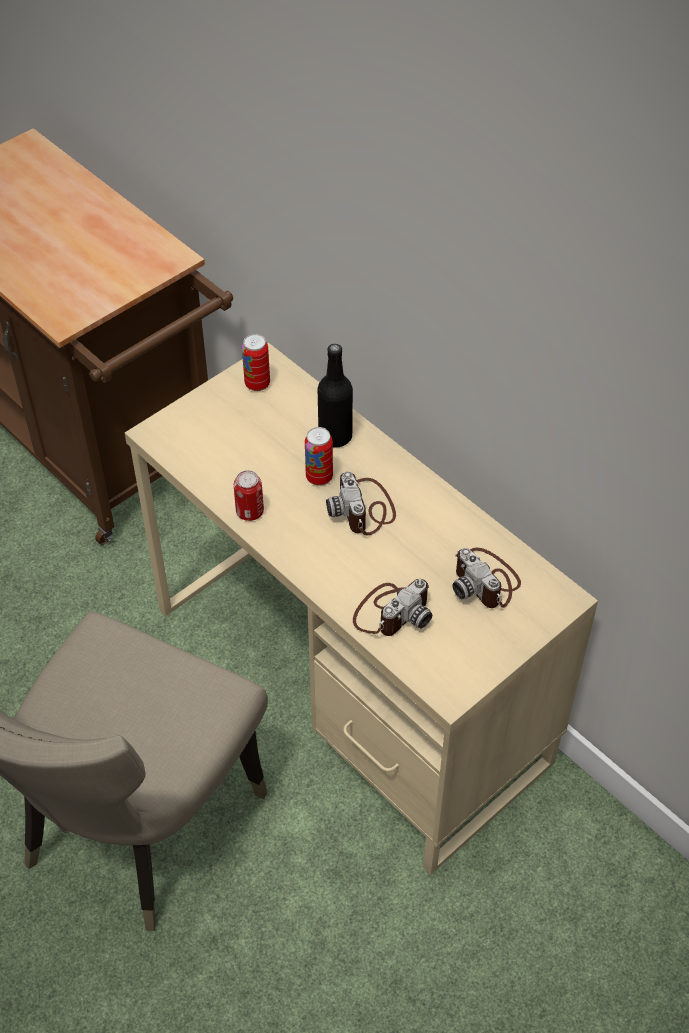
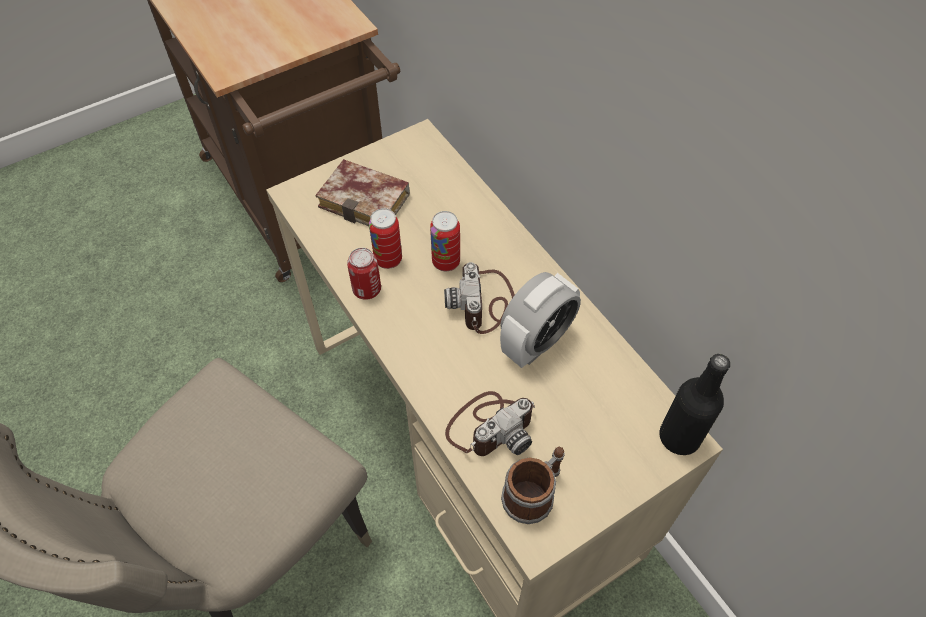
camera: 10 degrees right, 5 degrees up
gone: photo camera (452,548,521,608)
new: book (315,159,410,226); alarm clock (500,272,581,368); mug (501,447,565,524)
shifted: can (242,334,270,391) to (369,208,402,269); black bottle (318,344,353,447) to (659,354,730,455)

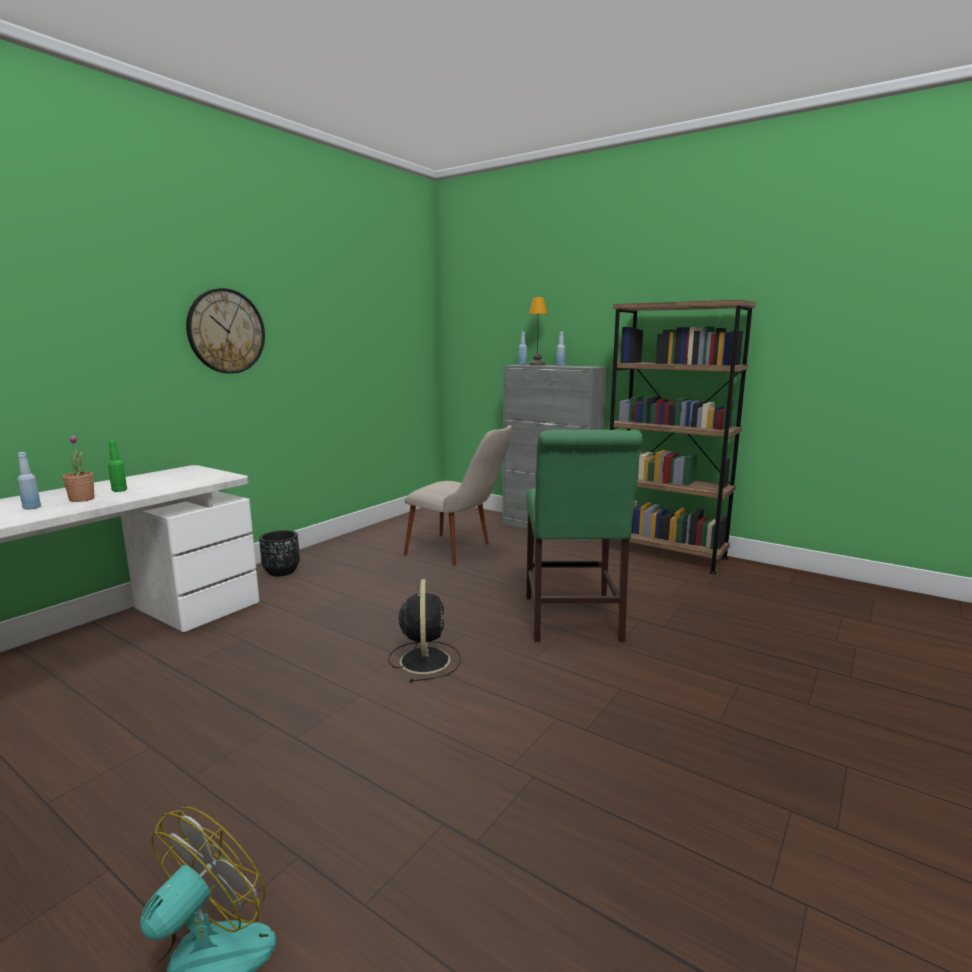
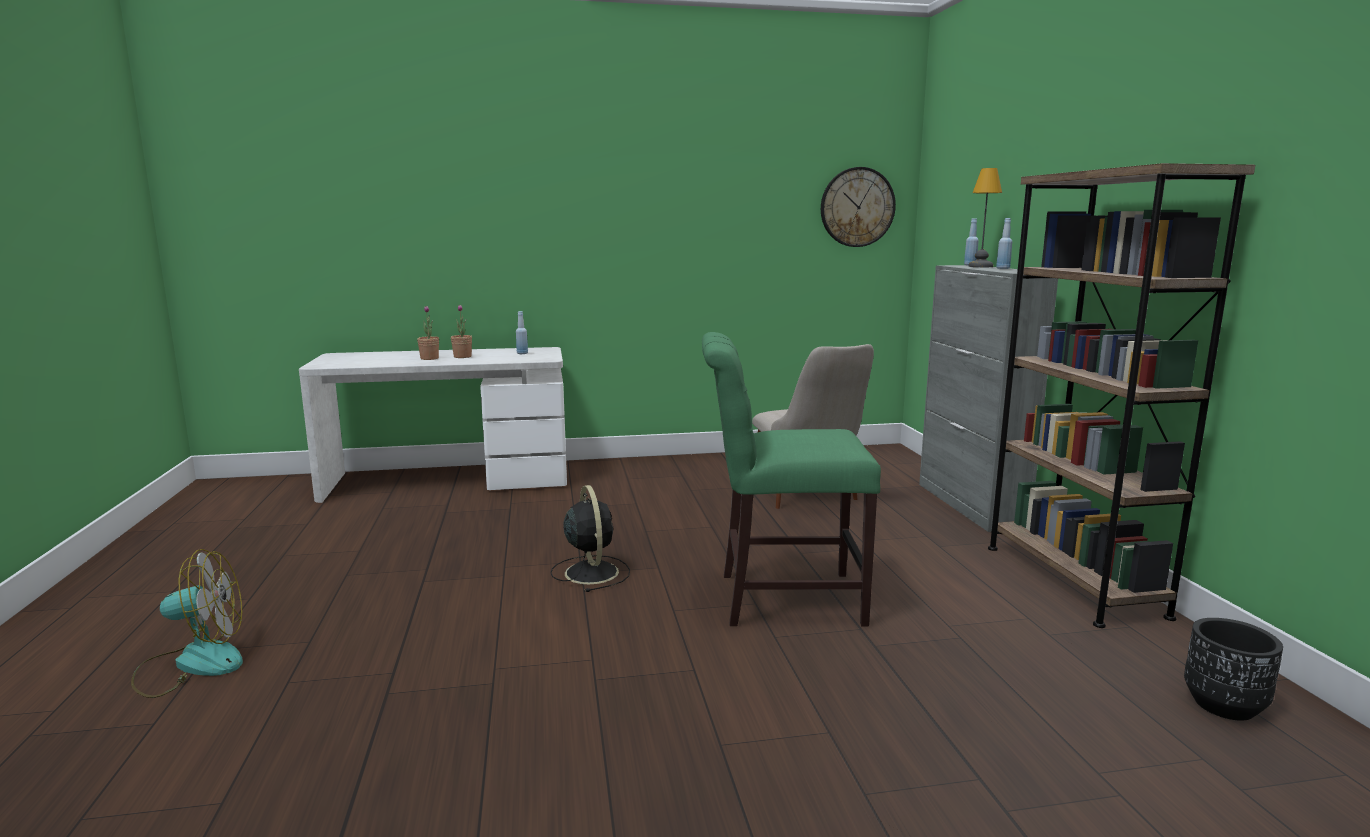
camera: 45 degrees right, 0 degrees up
shifted: blue bottle (17,452,41,510) to (516,311,528,354); wall clock (186,288,265,374) to (821,167,896,247); black planter (259,530,300,576) to (1184,618,1283,721)
swapped: green bottle (108,440,127,492) to potted plant (451,305,472,358)
rotated: black fan (388,579,460,682) = (550,485,630,592) 60 degrees counterclockwise; green chair (526,429,642,642) = (702,332,881,627) 45 degrees clockwise

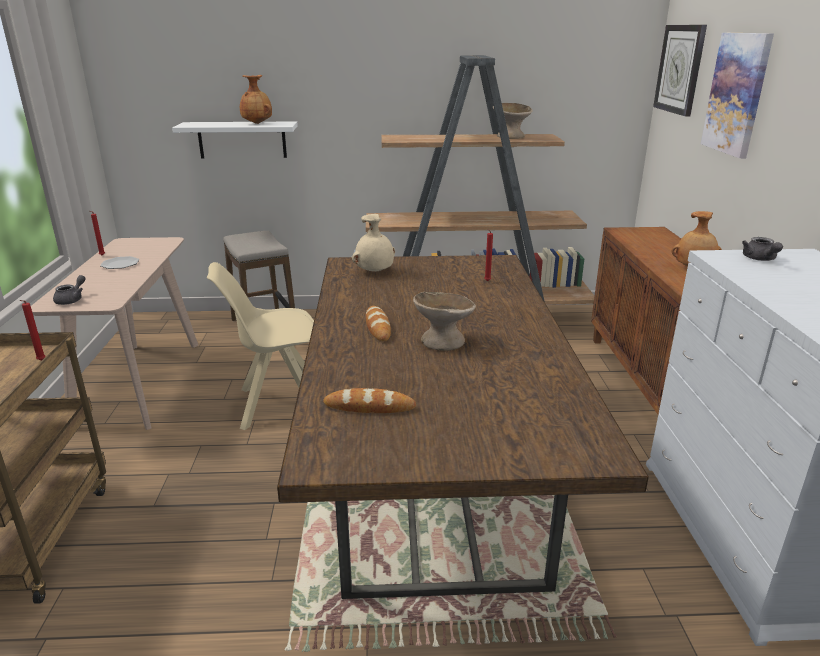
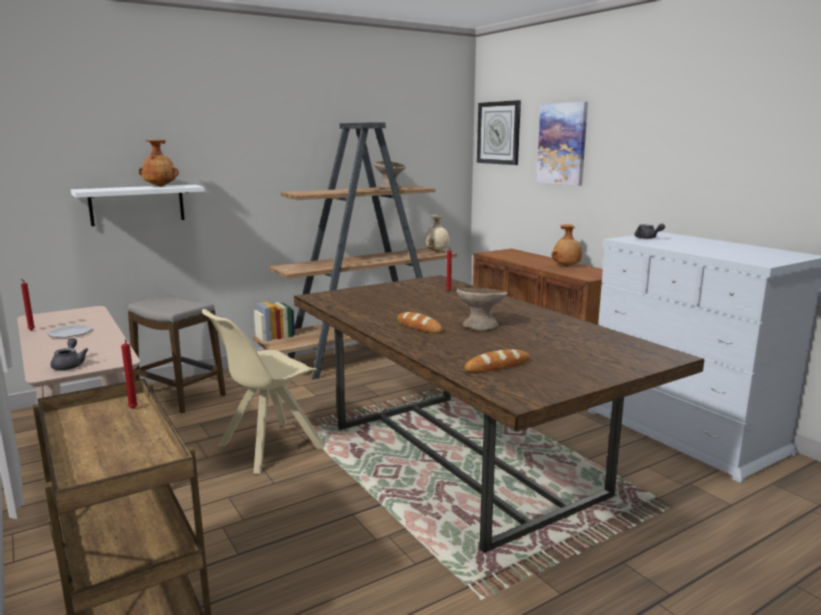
camera: 30 degrees left, 10 degrees down
shifted: beige vase (352,214,395,272) to (425,215,450,252)

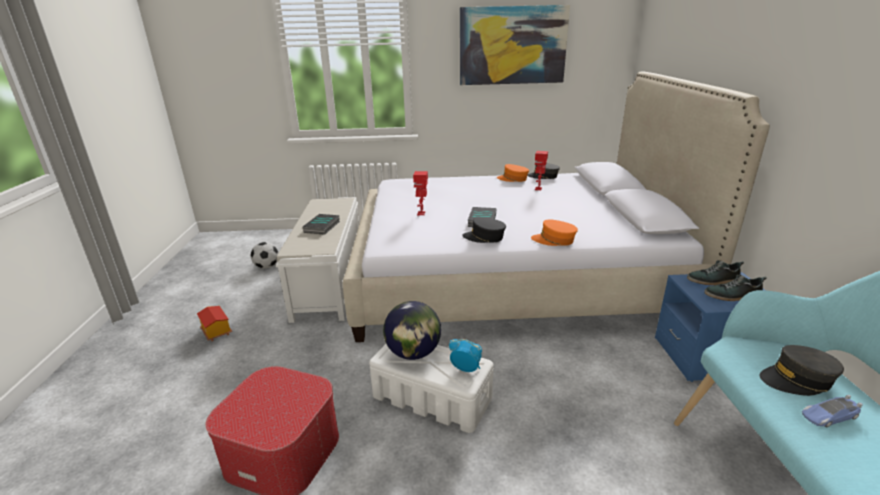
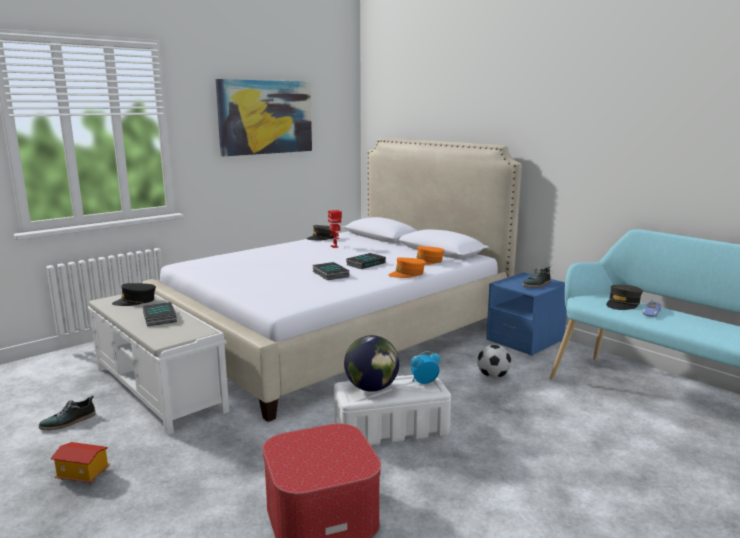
camera: 40 degrees left, 10 degrees down
gone: toy robot (413,171,428,215)
new: book (347,253,386,269)
shifted: football (251,242,279,269) to (477,345,511,378); black cap (462,217,506,243) to (112,283,156,306); orange cap (497,164,529,182) to (417,246,445,265); shoe (687,260,744,285) to (39,395,96,430)

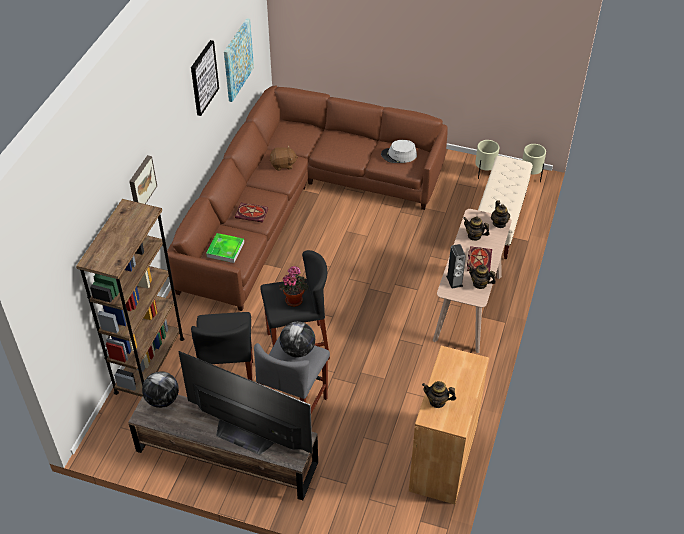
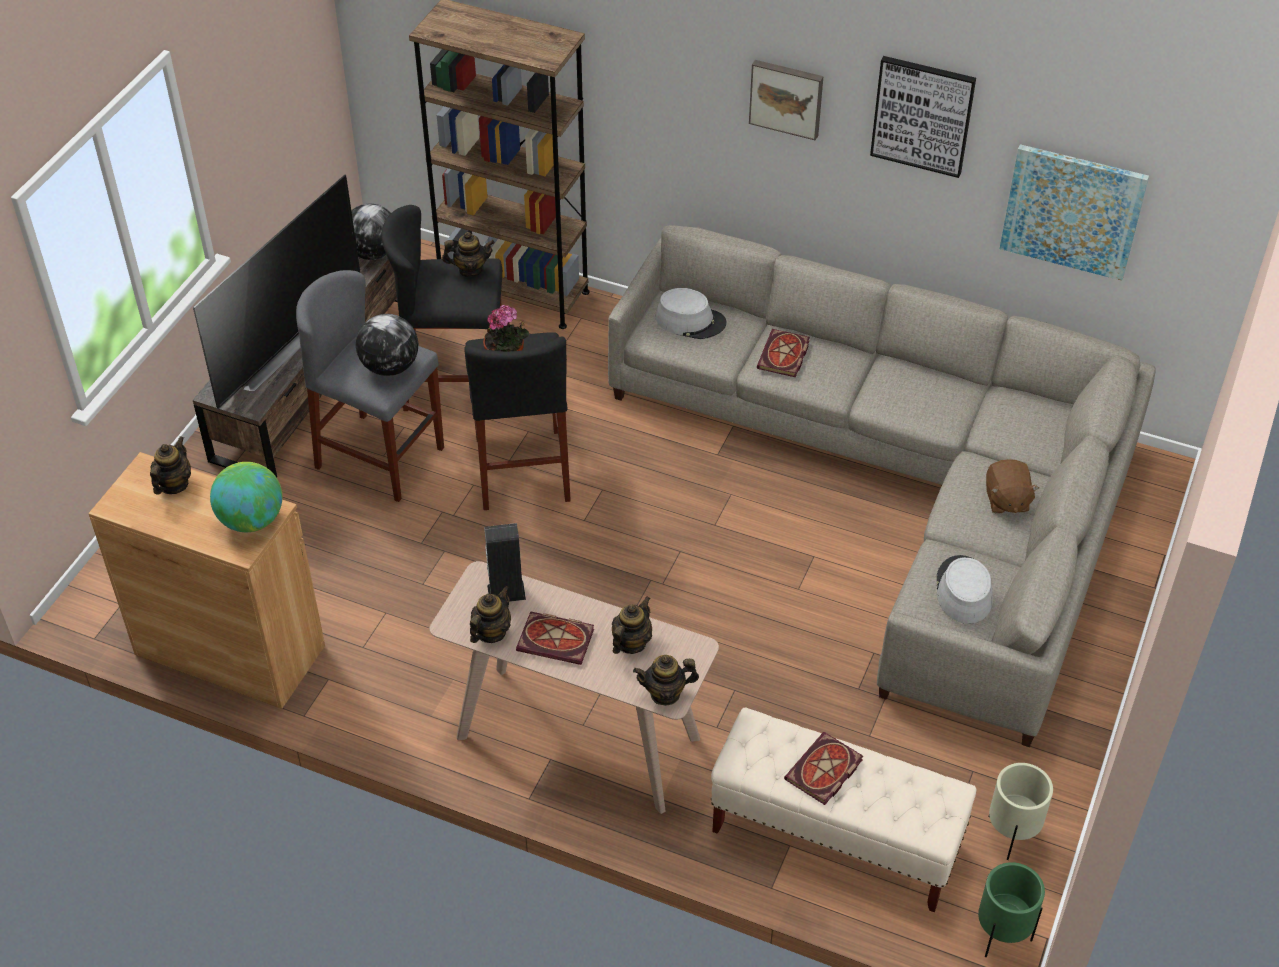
camera: 95 degrees right, 0 degrees up
new: globe (210,462,282,532); teapot (442,232,495,277); book (784,732,863,805)
shifted: picture (129,155,157,204) to (749,60,824,141); brown plush toy (270,145,298,171) to (986,459,1039,514)
swapped: tray (206,233,244,263) to grey hat (656,288,727,339)
repainted: brown sofa (167,86,448,311) to grey sofa (608,225,1156,747); beige planter (522,144,546,182) to green planter (978,862,1045,957)

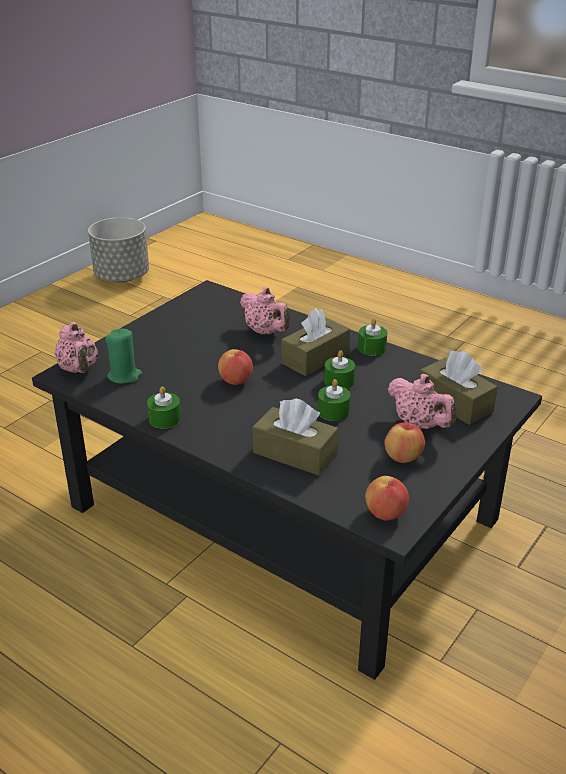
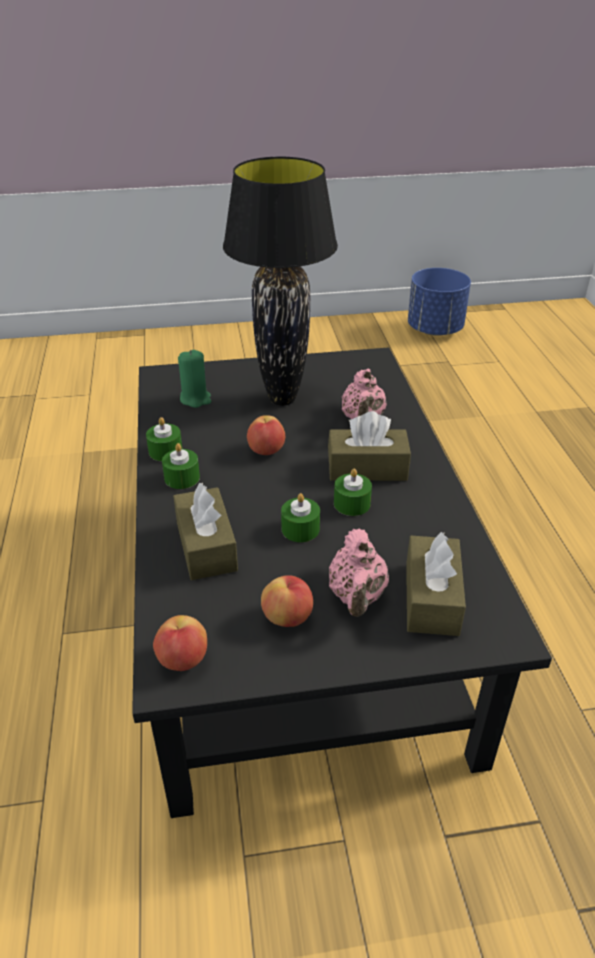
camera: 45 degrees right, 5 degrees up
gone: pink teapot (54,322,98,373)
new: black table lamp (223,157,338,406)
shifted: green candle (358,318,387,356) to (162,443,200,489)
repainted: grey planter (88,217,149,283) to blue planter (408,268,471,336)

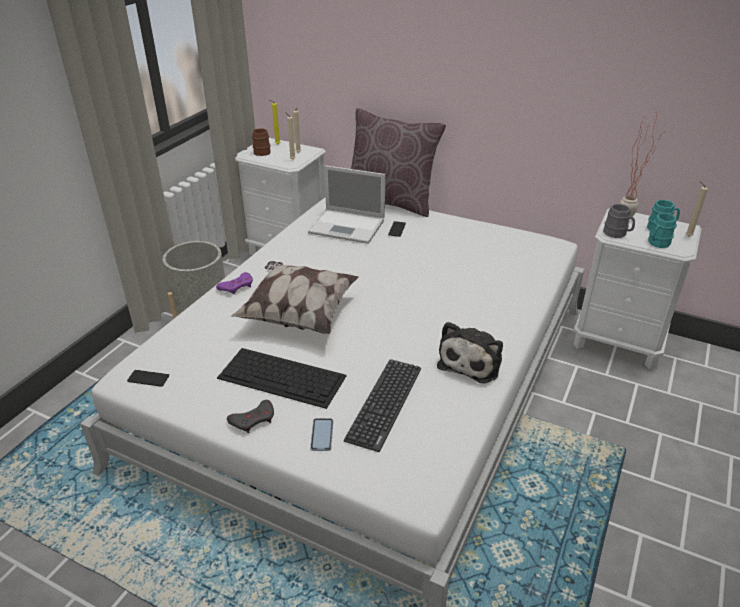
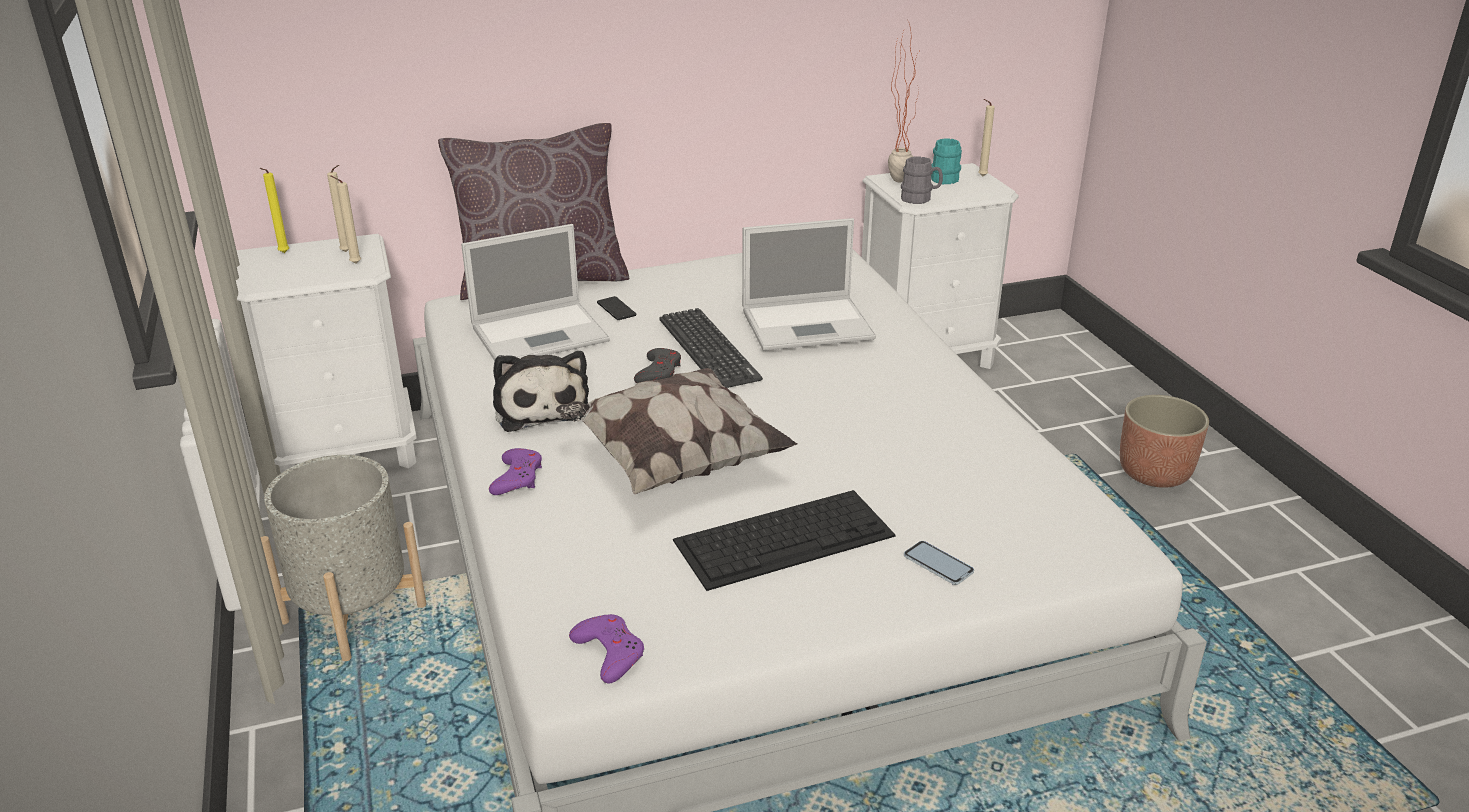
camera: 45 degrees left, 5 degrees down
gone: brown mug (252,128,271,156); turquoise mug (648,213,677,248)
new: laptop (742,218,876,351); planter (1120,395,1209,488)
shifted: grey game controller (227,400,274,433) to (634,348,681,383); keyboard (344,359,421,452) to (659,308,763,388); plush toy (437,322,503,384) to (493,351,589,432)
swapped: phone (127,370,169,387) to purple game controller (569,614,644,684)

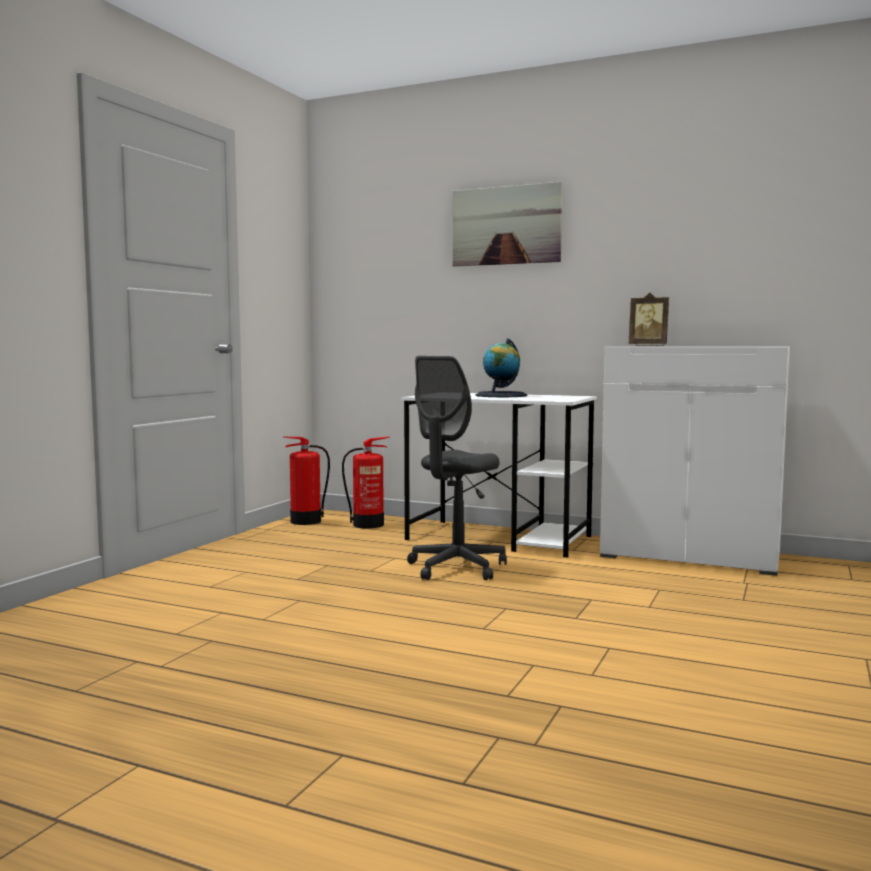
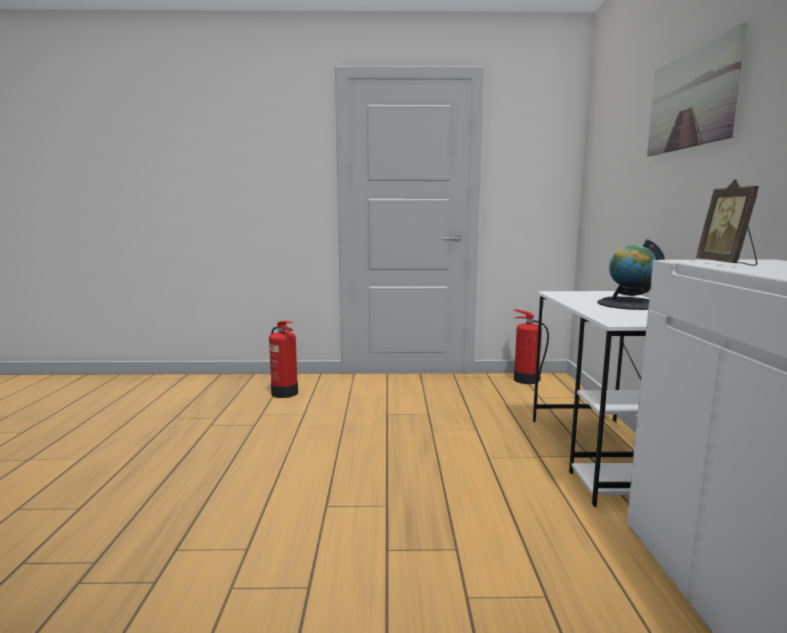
camera: 65 degrees right, 5 degrees up
gone: grey office chair (407,356,507,580)
shifted: fire extinguisher (342,437,390,528) to (269,321,298,398)

